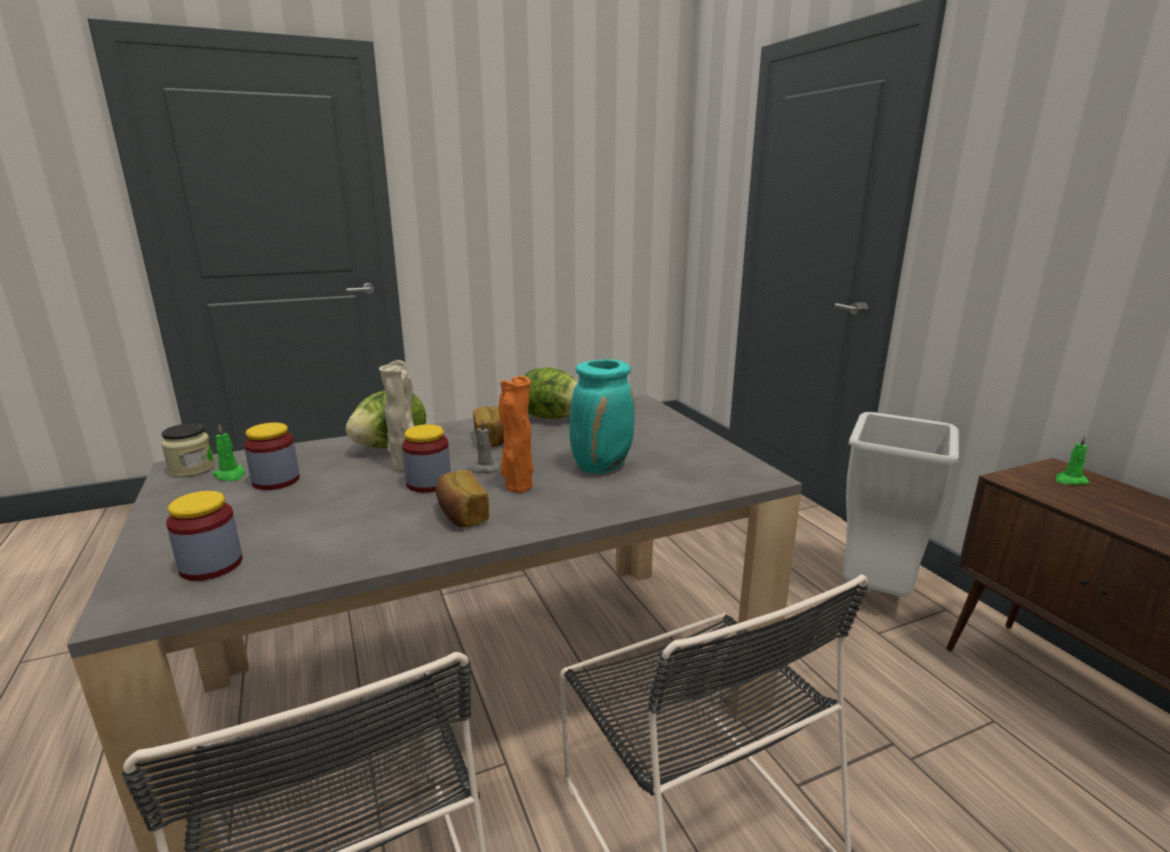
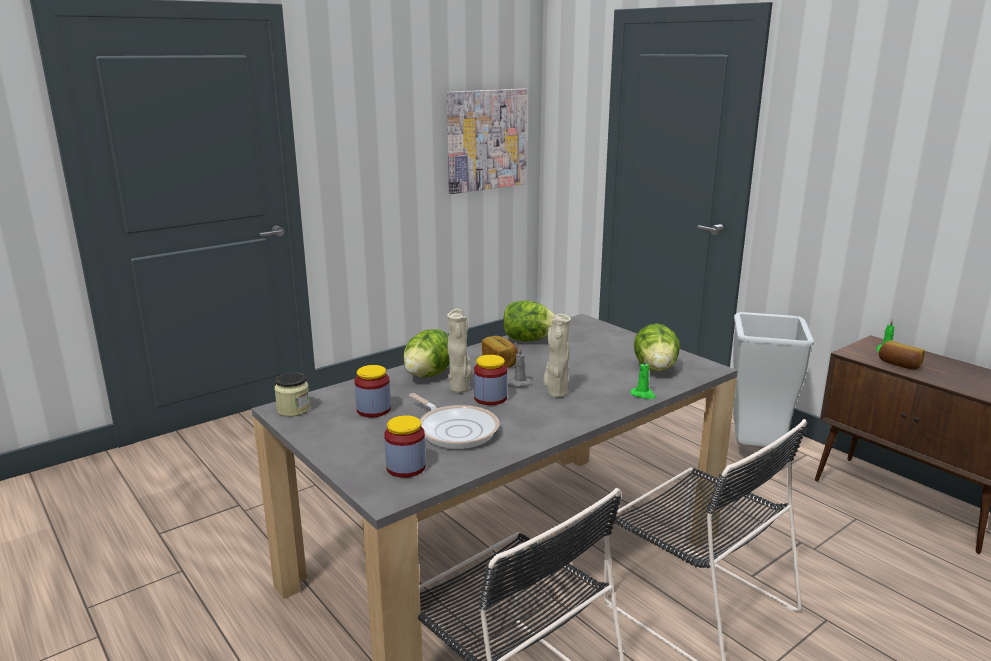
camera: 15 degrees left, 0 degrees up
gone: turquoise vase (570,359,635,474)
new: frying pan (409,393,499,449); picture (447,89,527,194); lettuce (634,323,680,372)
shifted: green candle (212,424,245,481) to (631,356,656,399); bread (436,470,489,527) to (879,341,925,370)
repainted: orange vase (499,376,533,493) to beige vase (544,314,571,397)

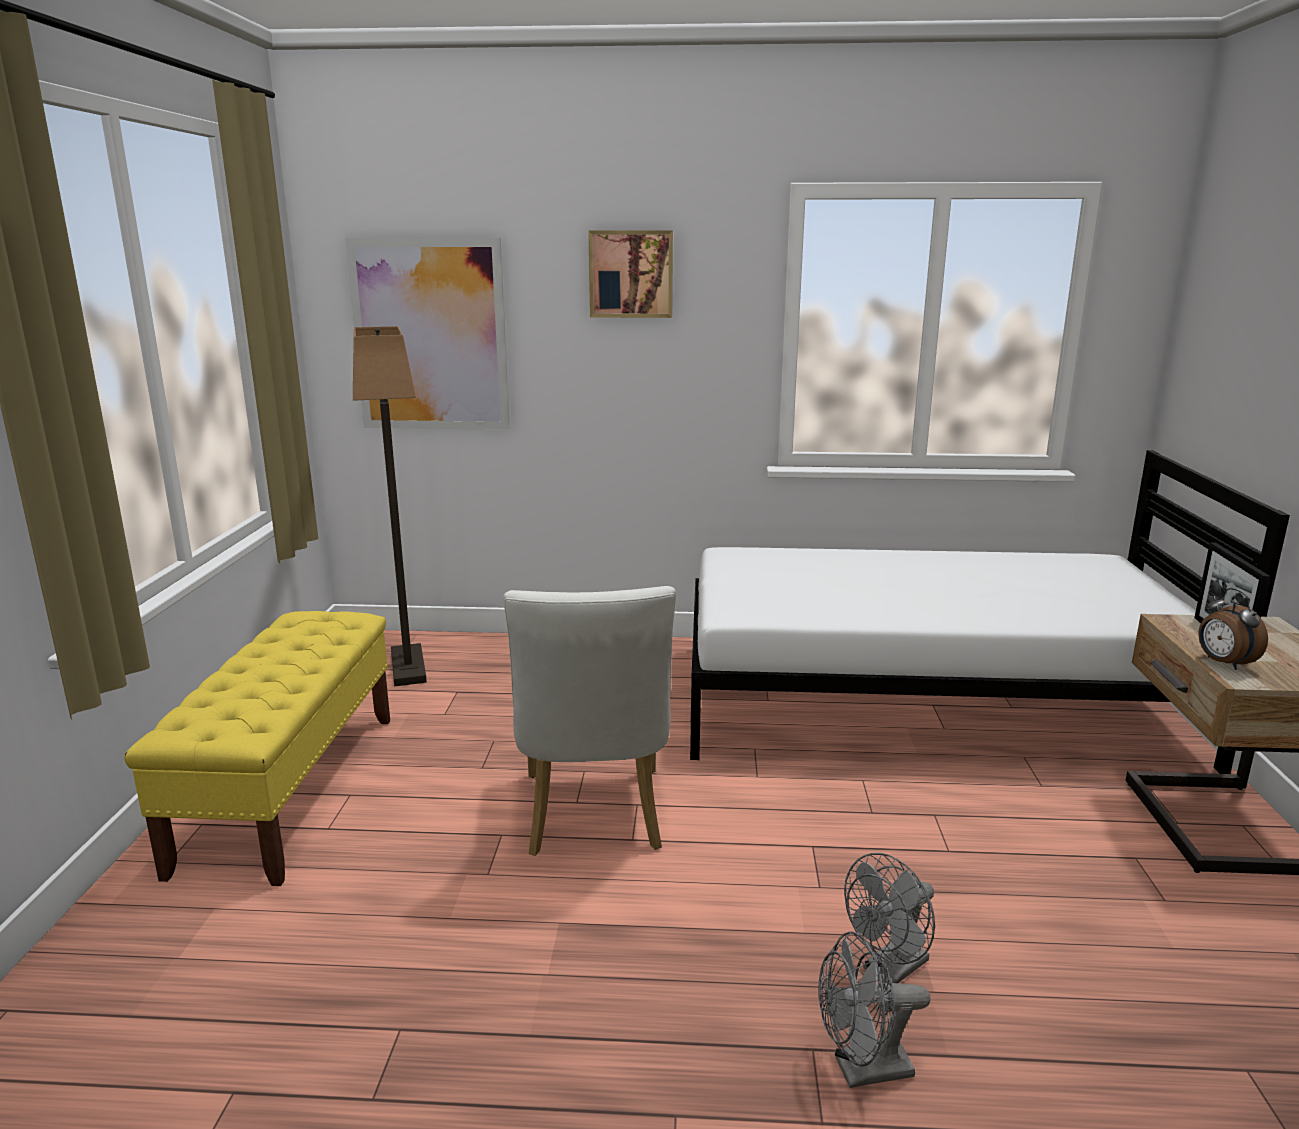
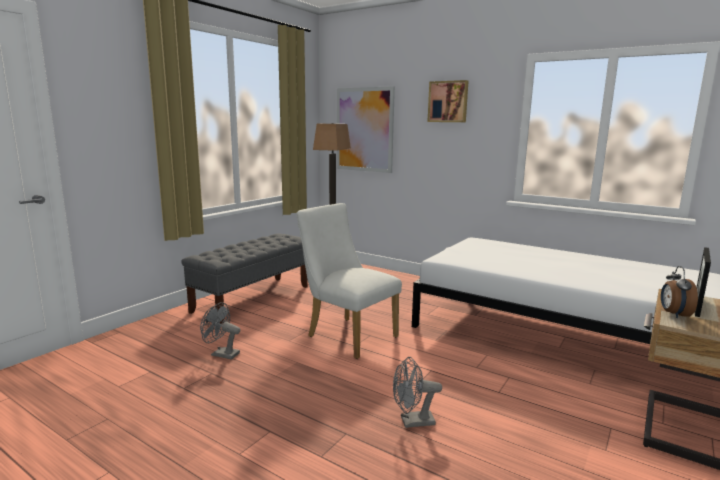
camera: 30 degrees right, 5 degrees down
shifted: grey fan (818,931,930,1088) to (200,302,240,360)
repainted: yellow bench (124,611,390,886) to grey bench (181,233,308,324)
rotated: white chair (503,586,676,856) = (296,203,402,359) 105 degrees clockwise

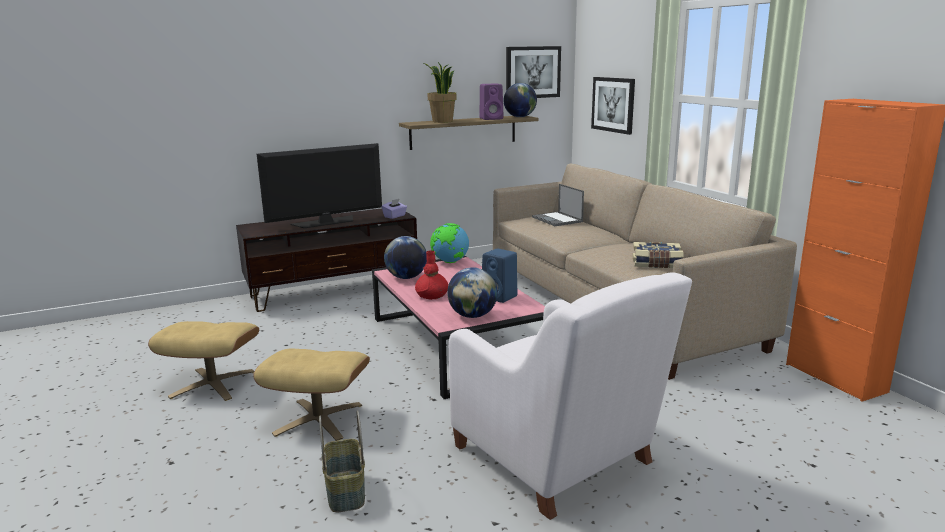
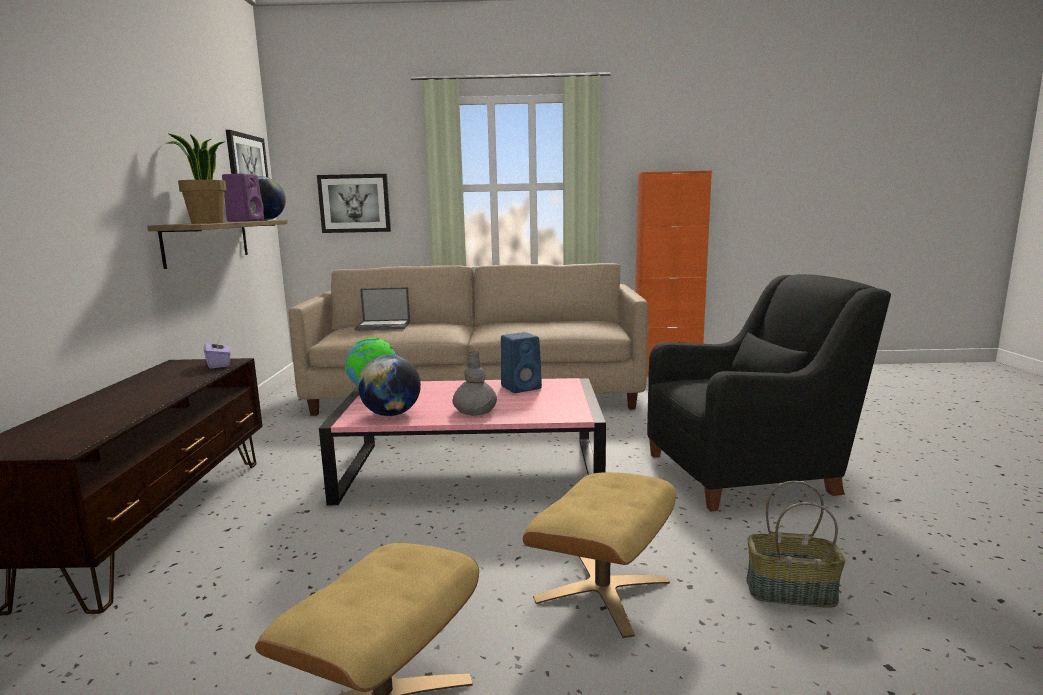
camera: 65 degrees left, 5 degrees down
gone: television (257,143,382,228); globe (447,267,498,318); book (632,242,683,268)
repainted: red vase (415,251,448,300) to grey vase (452,351,497,416); white armchair (449,272,692,520) to black armchair (647,274,891,511)

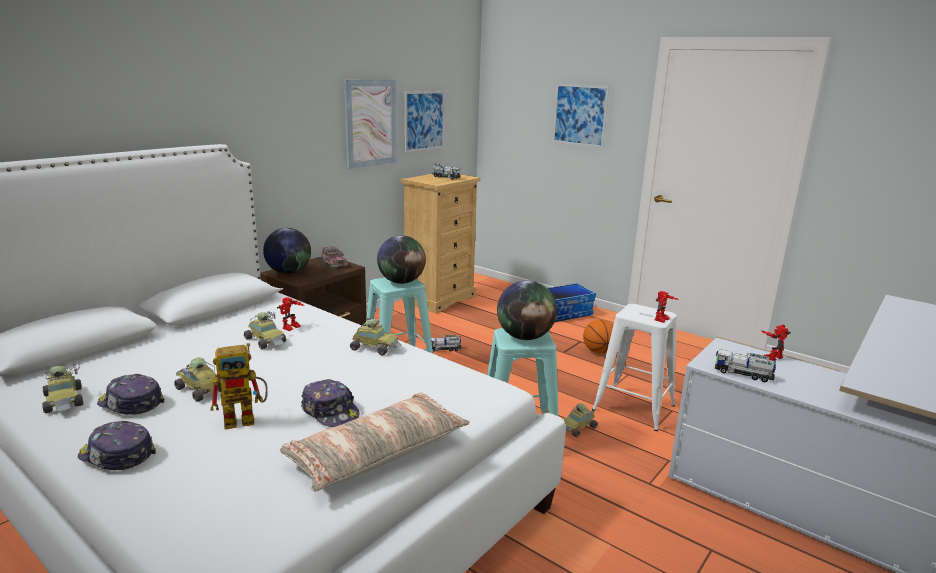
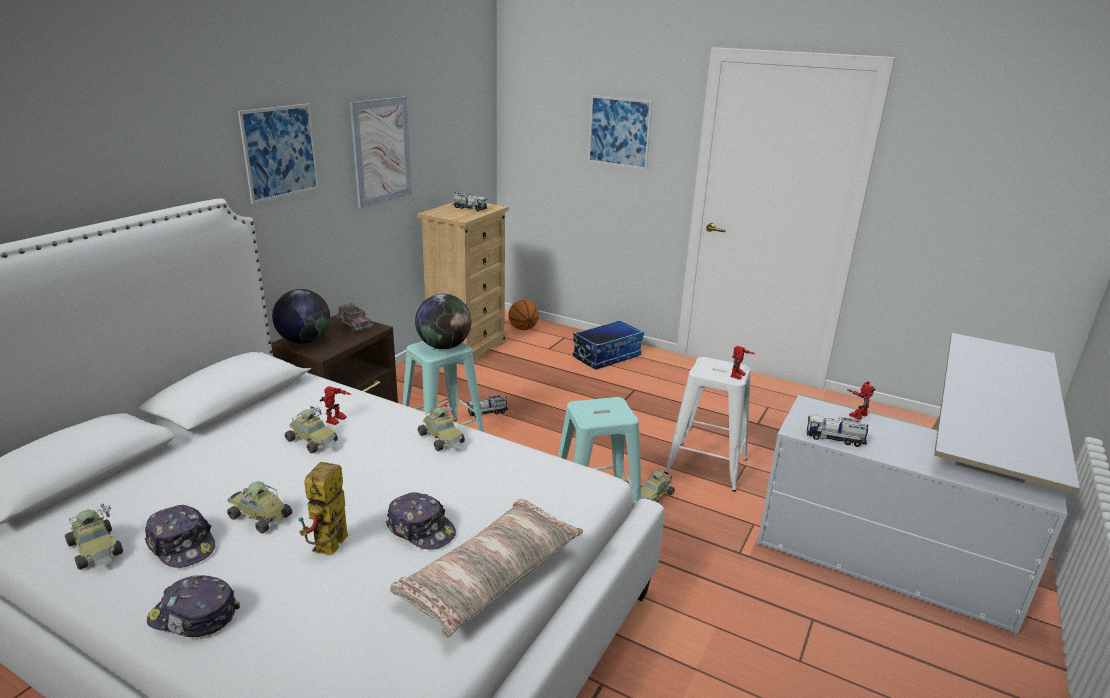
camera: 10 degrees left, 5 degrees up
gone: globe (497,280,557,340)
shifted: picture (405,91,445,152) to (238,103,319,204); basketball (583,320,613,354) to (508,300,539,330)
rotated: cap (97,374,165,415) = (145,505,215,568) 150 degrees counterclockwise; toy robot (211,343,268,429) = (298,462,348,555) 135 degrees clockwise; toy car (350,318,402,355) = (418,405,465,451) 45 degrees clockwise

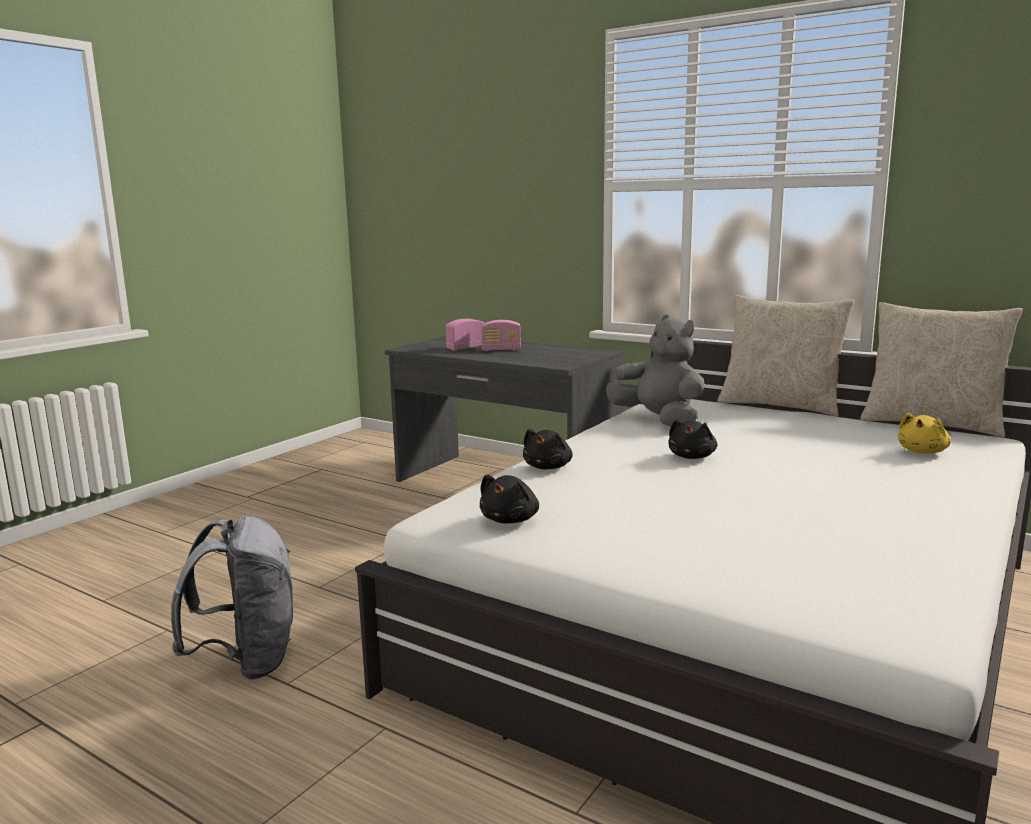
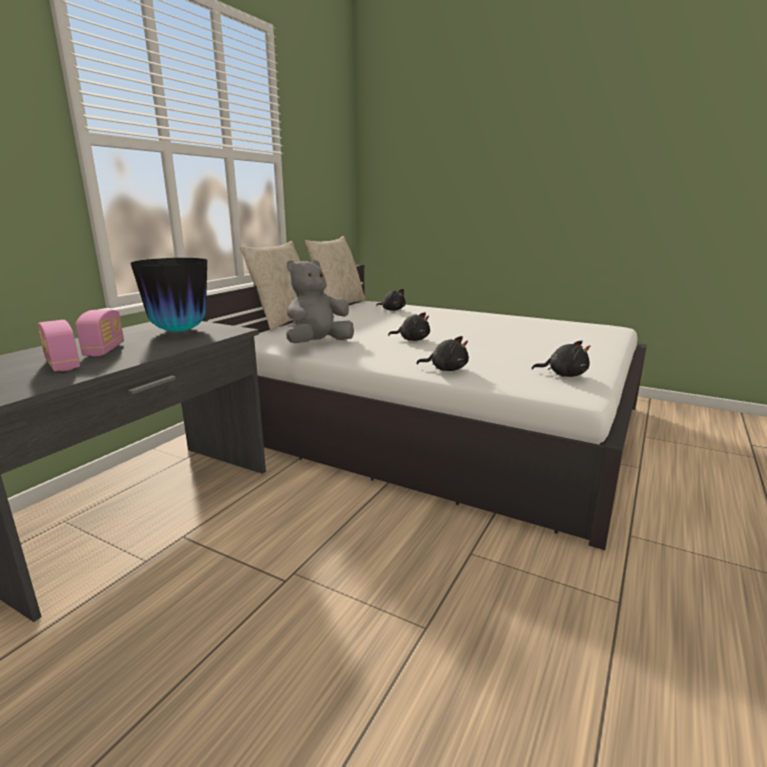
camera: 95 degrees left, 5 degrees up
gone: grey backpack (171,516,293,680)
new: vase (131,258,207,332)
repainted: yellow plush toy (898,413,951,454) to black plush toy (376,289,406,311)

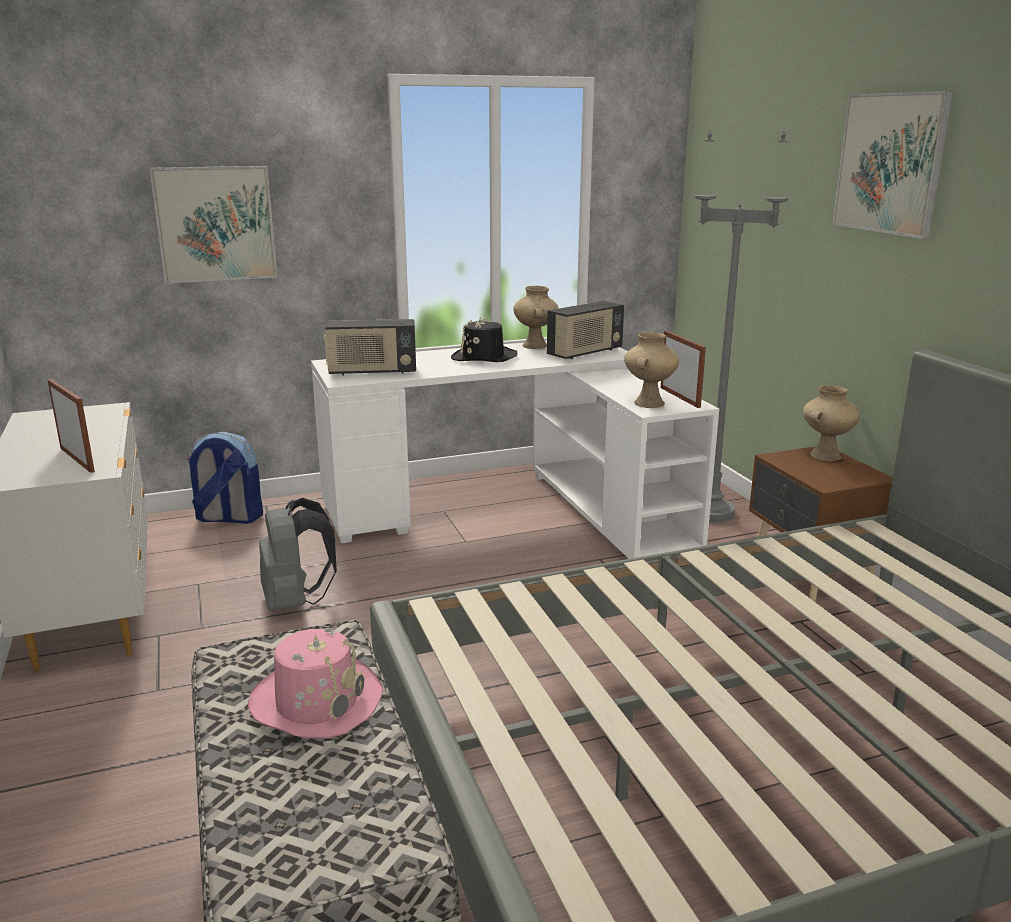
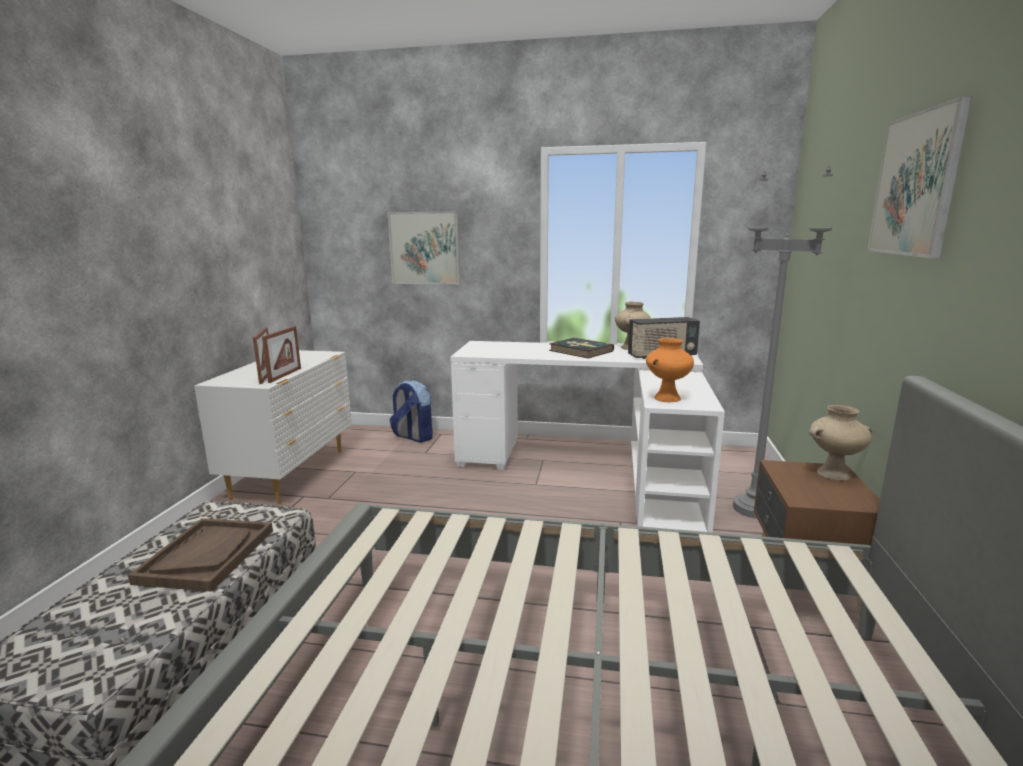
camera: 30 degrees right, 5 degrees down
gone: grey backpack (259,498,337,611); radio (324,319,416,376)
shifted: picture frame (661,331,706,408) to (262,326,301,383)
swapped: pink hat (248,628,383,738) to brown tray (128,518,273,592); black hat (451,317,517,362) to book (549,338,614,358)
repainted: beige vase (624,332,679,408) to orange vase (646,338,694,402)

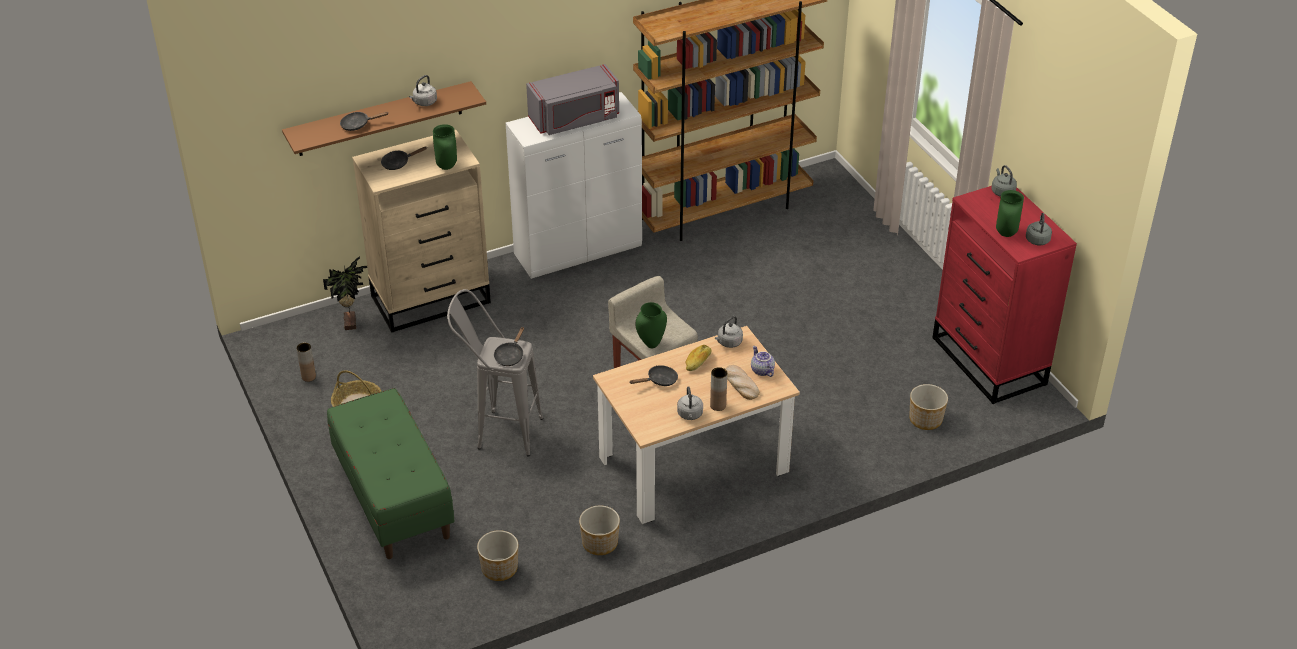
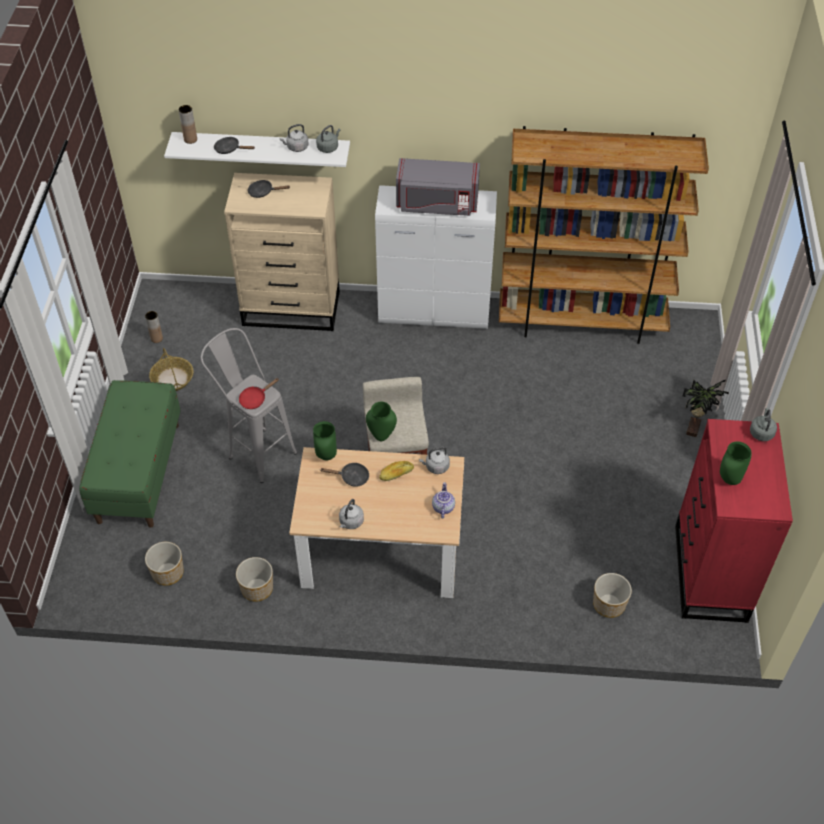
camera: 30 degrees right, 10 degrees up
gone: bread (726,365,760,400)
shifted: potted plant (323,256,367,330) to (683,380,729,437); green vase (433,124,457,170) to (313,421,337,460); brown vase (710,367,727,411) to (179,105,197,144); grey kettle (1026,213,1052,245) to (316,125,340,153)
repainted: brown shelf (282,81,486,156) to white shelf (164,132,350,167); black frying pan (494,327,524,366) to red frying pan (239,378,279,409)

